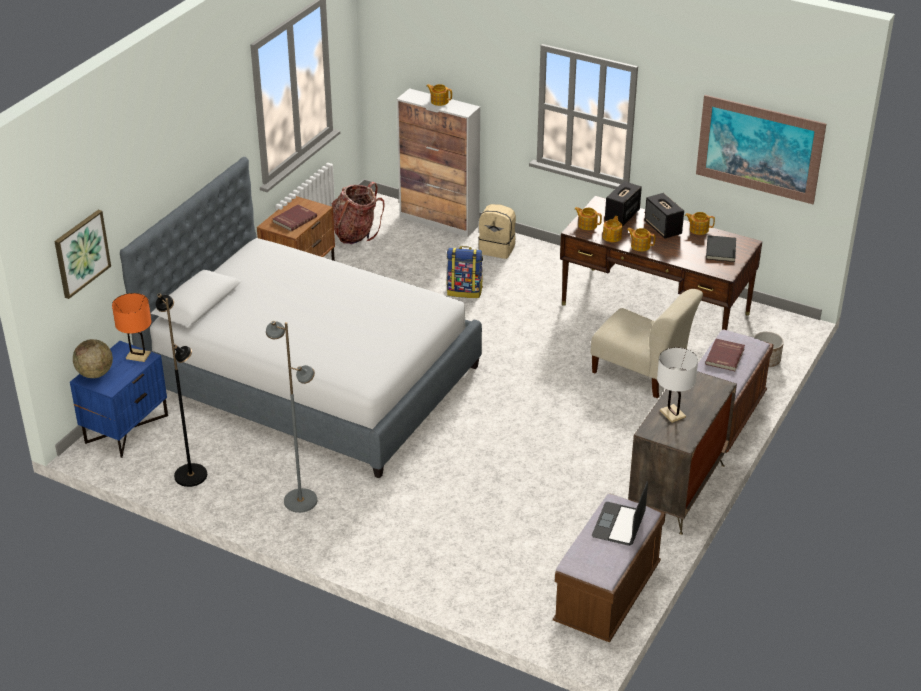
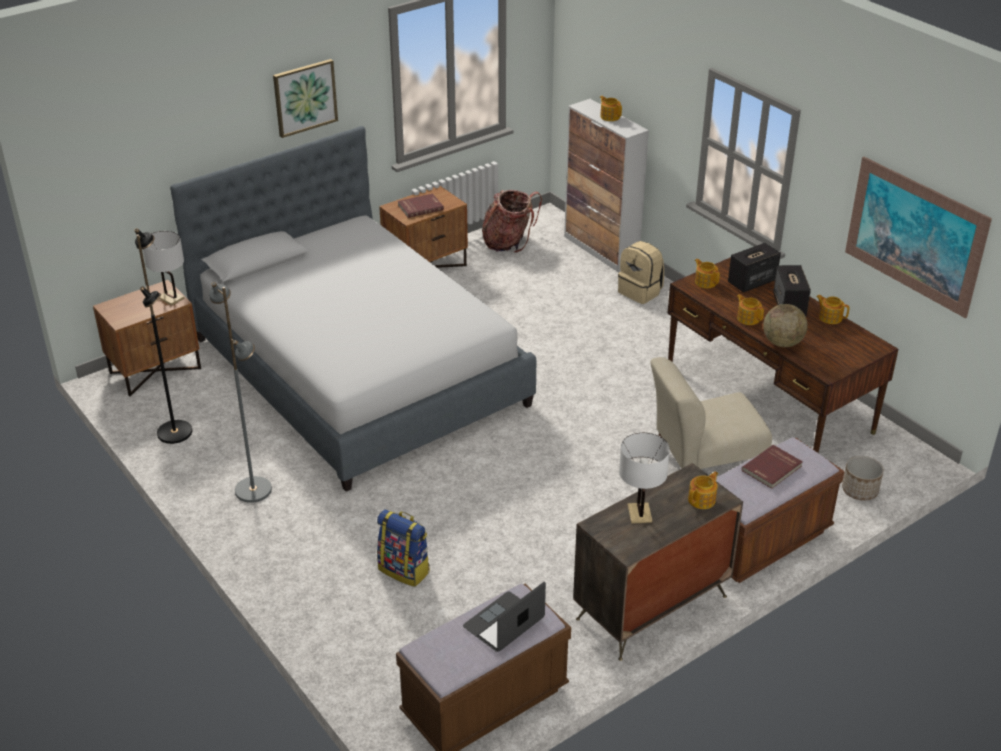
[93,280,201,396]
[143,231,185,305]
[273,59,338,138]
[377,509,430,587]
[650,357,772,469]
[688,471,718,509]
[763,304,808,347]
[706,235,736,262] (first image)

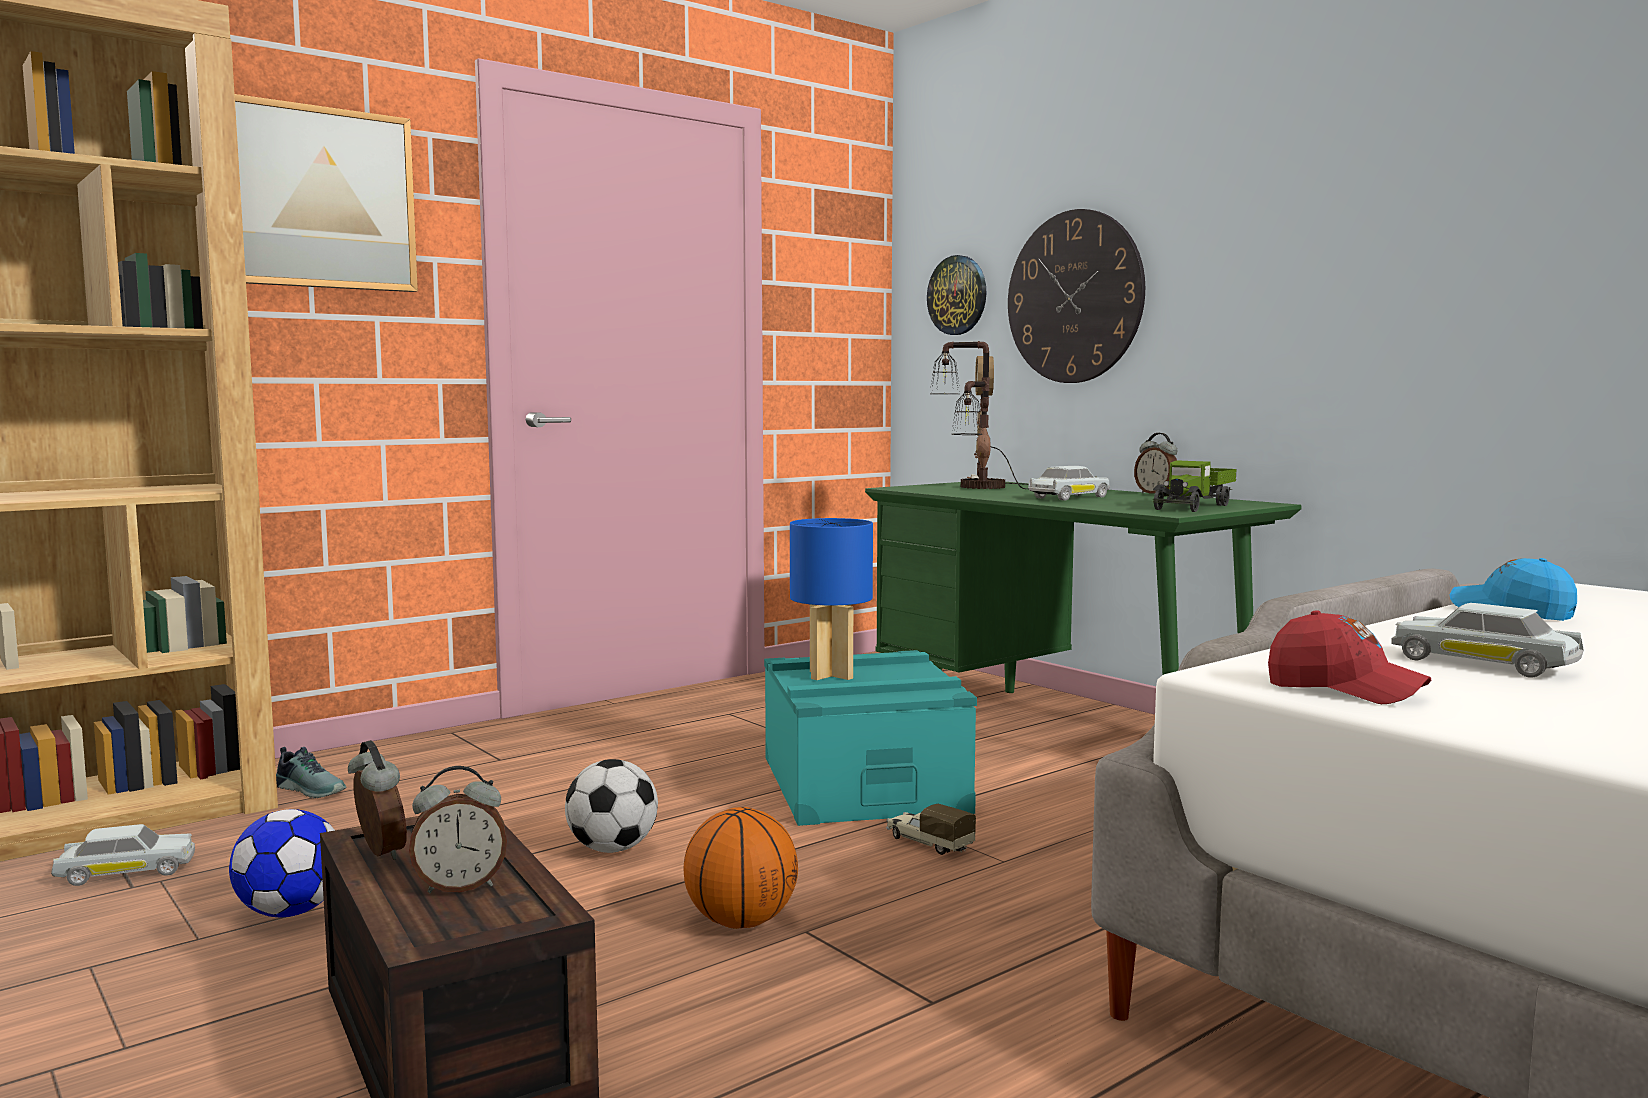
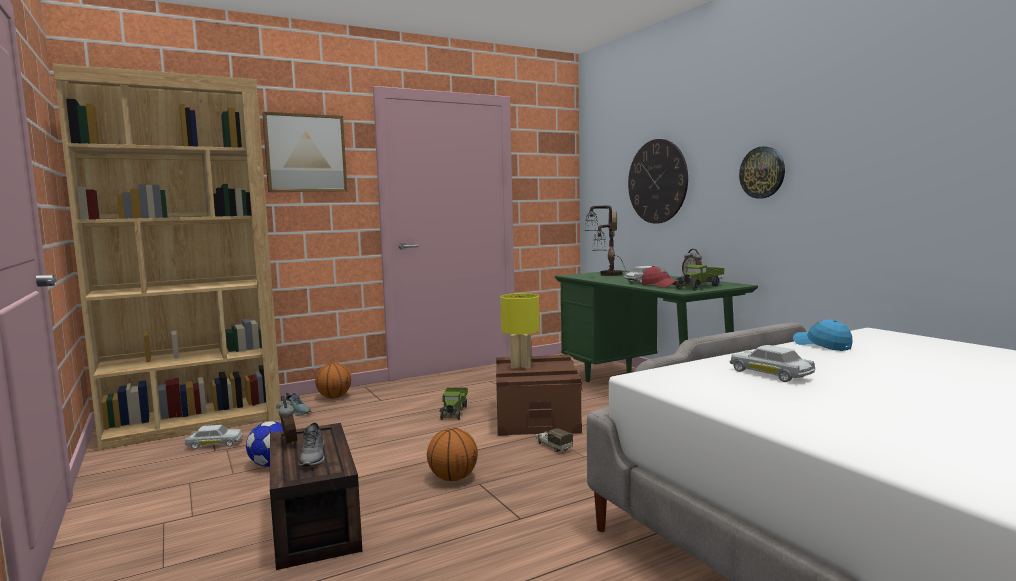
[298,423,325,467]
[315,363,351,399]
[439,388,468,420]
[496,354,583,436]
[500,293,540,369]
[642,266,677,288]
[739,146,785,199]
[565,759,658,853] (first image)

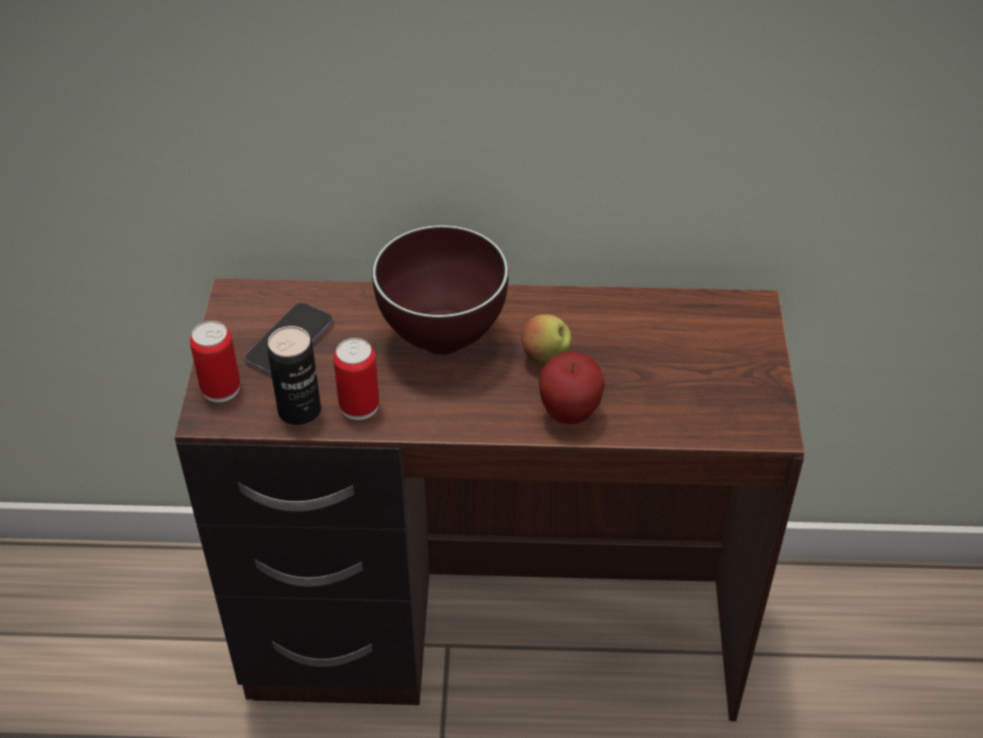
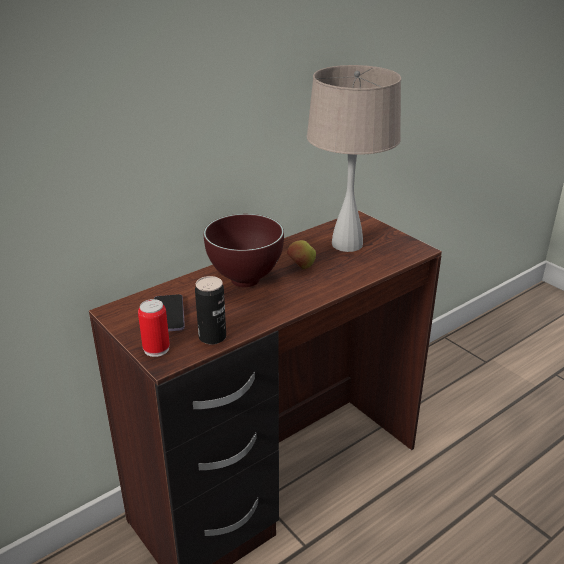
[307,65,401,252]
[333,338,379,420] (first image)
[538,352,605,424] (first image)

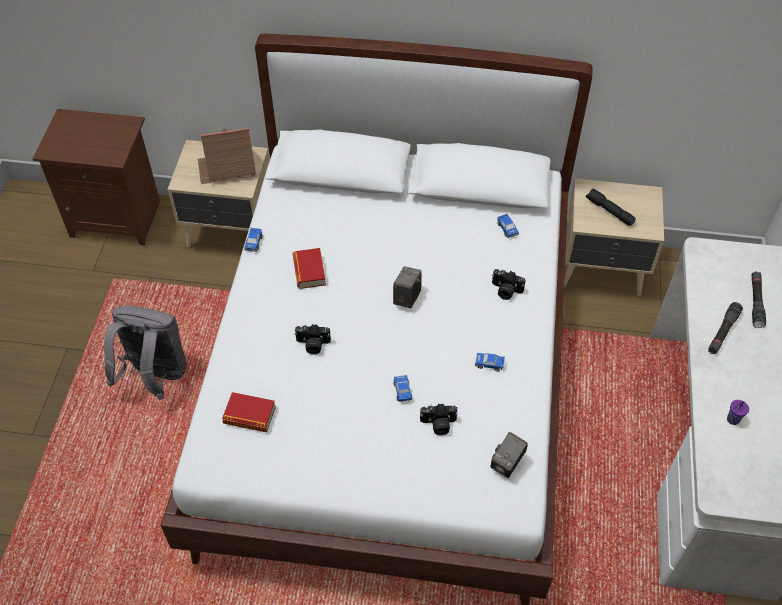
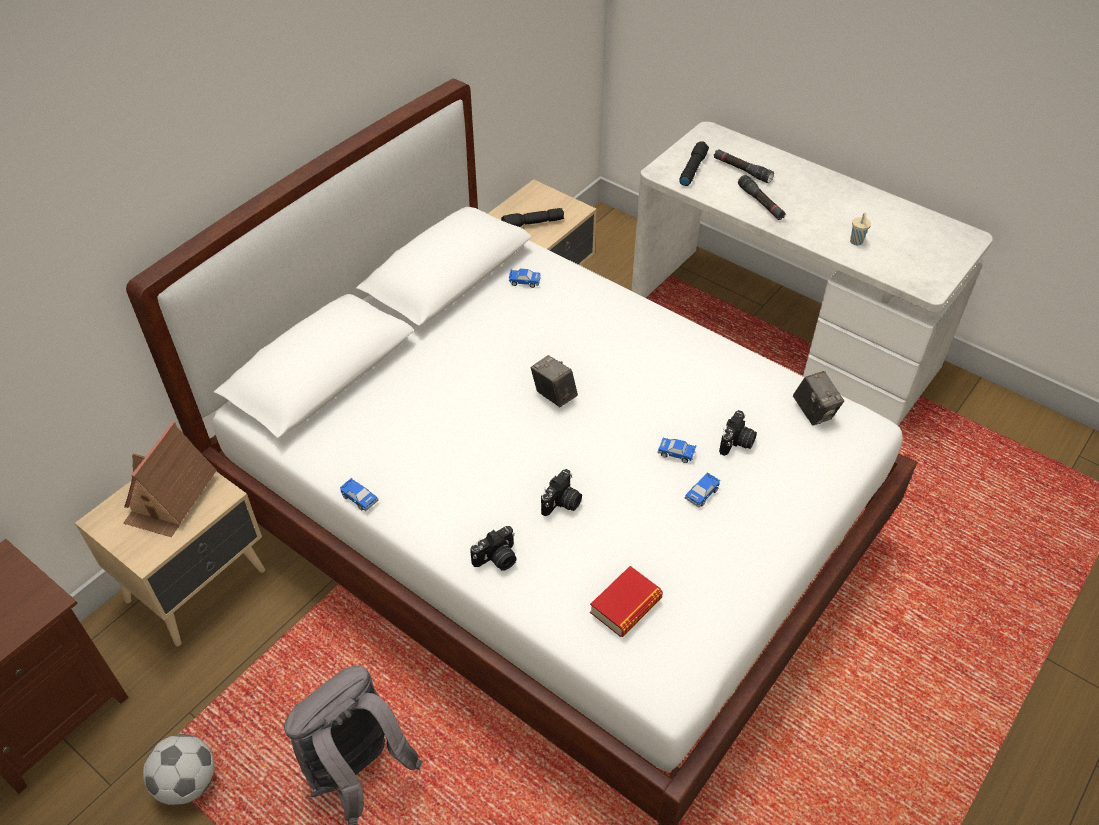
[143,734,214,805]
[470,526,517,571]
[680,141,709,186]
[685,472,720,507]
[850,213,871,246]
[293,248,326,289] (first image)

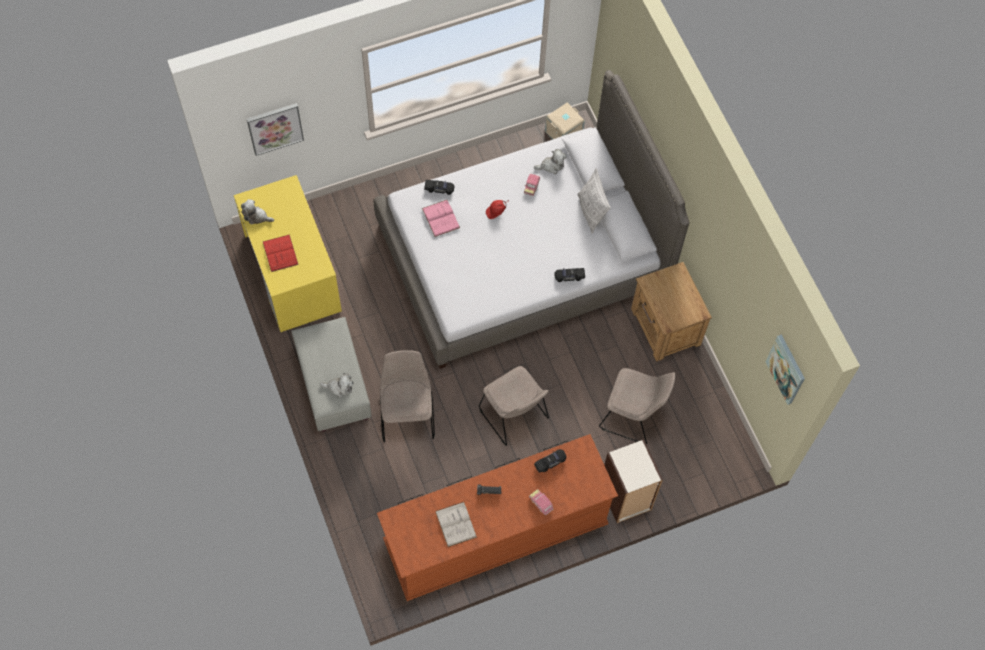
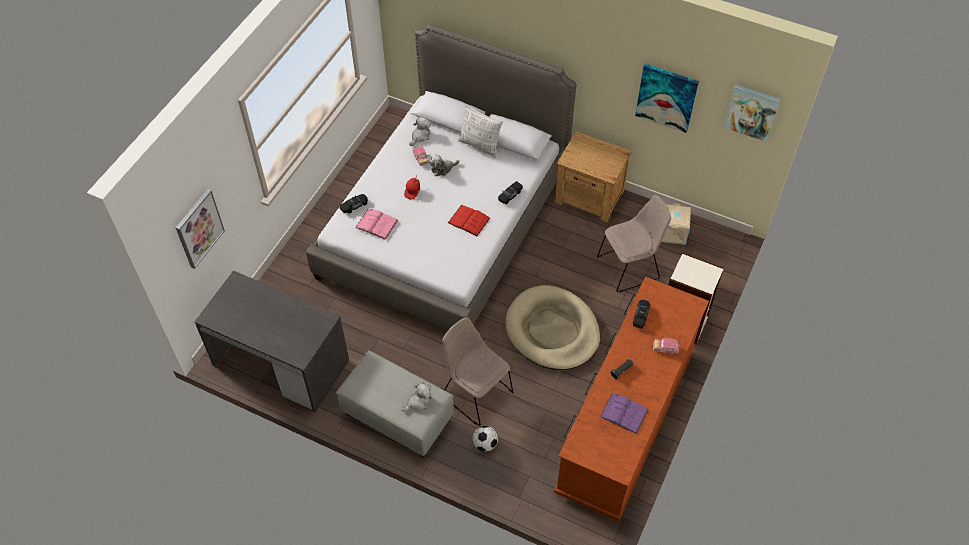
[194,271,349,412]
[430,154,459,176]
[448,205,490,236]
[473,426,498,452]
[505,285,600,370]
[600,393,649,434]
[635,64,699,133]
[662,203,691,245]

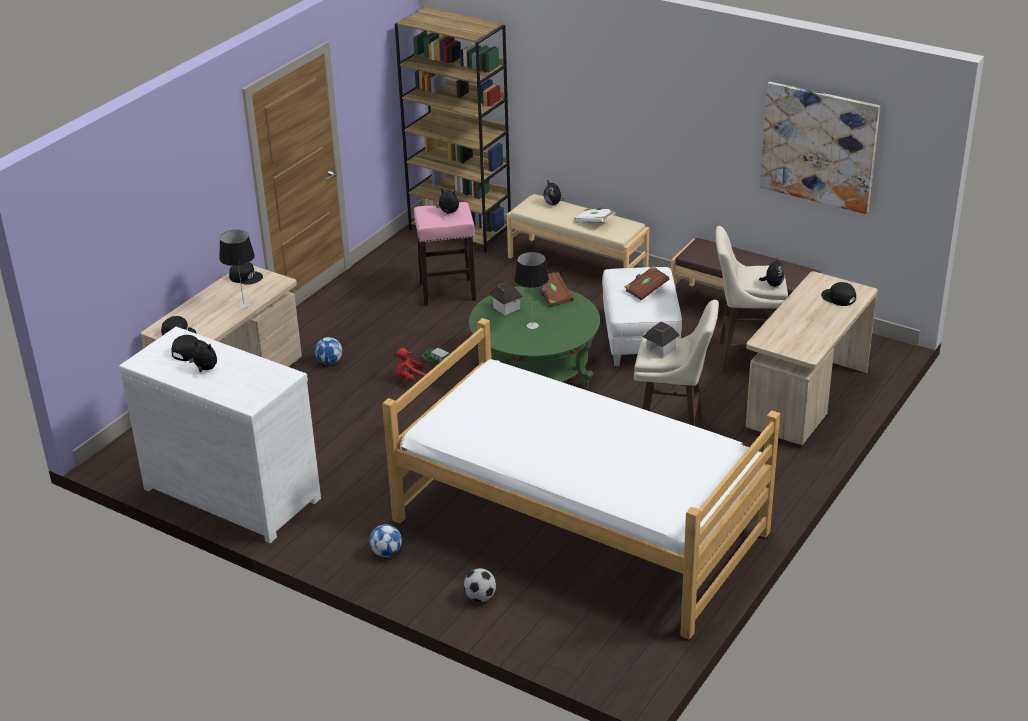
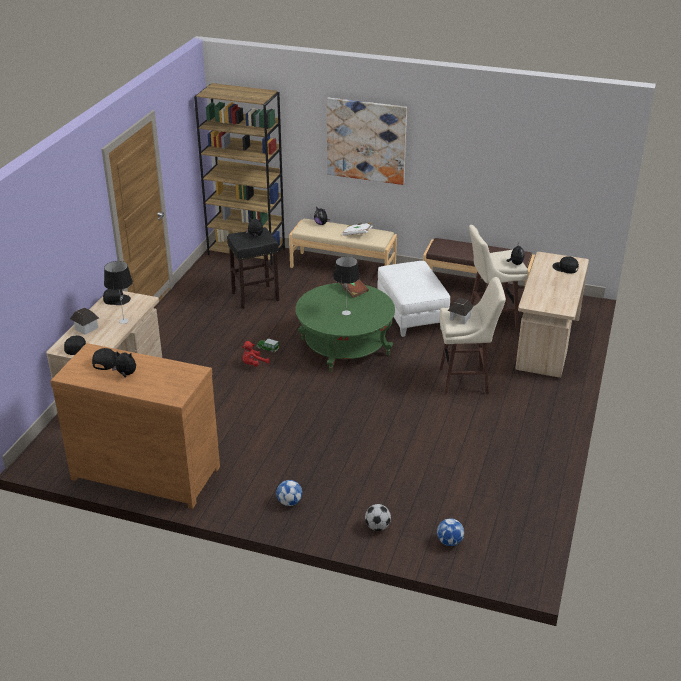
[50,343,220,509]
[70,308,99,335]
[227,227,279,309]
[327,98,407,185]
[437,519,464,546]
[382,318,780,640] (first image)
[625,266,669,300] (first image)

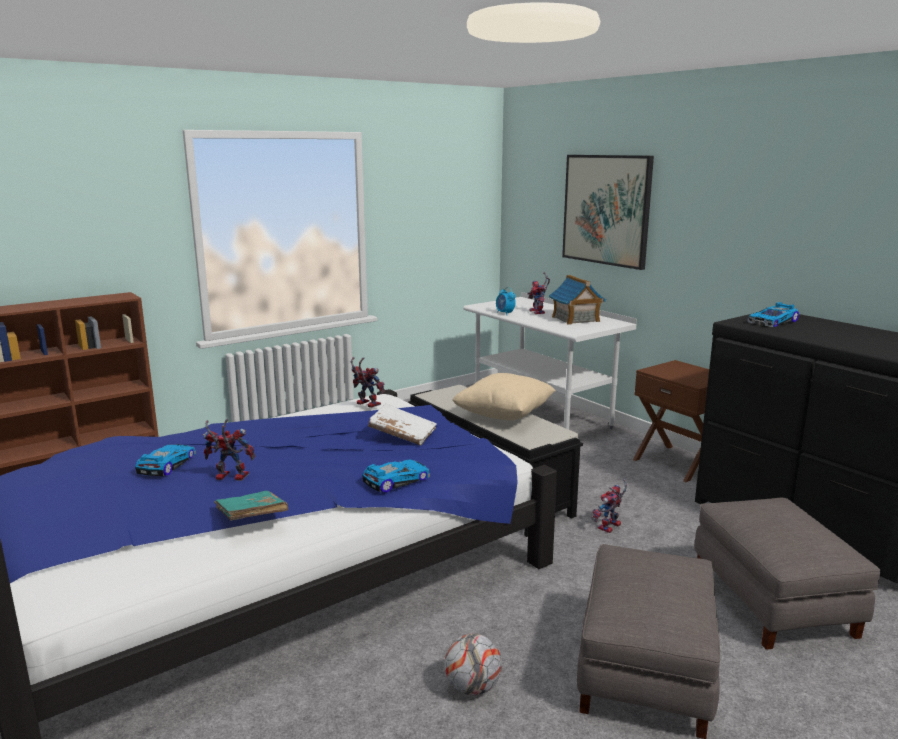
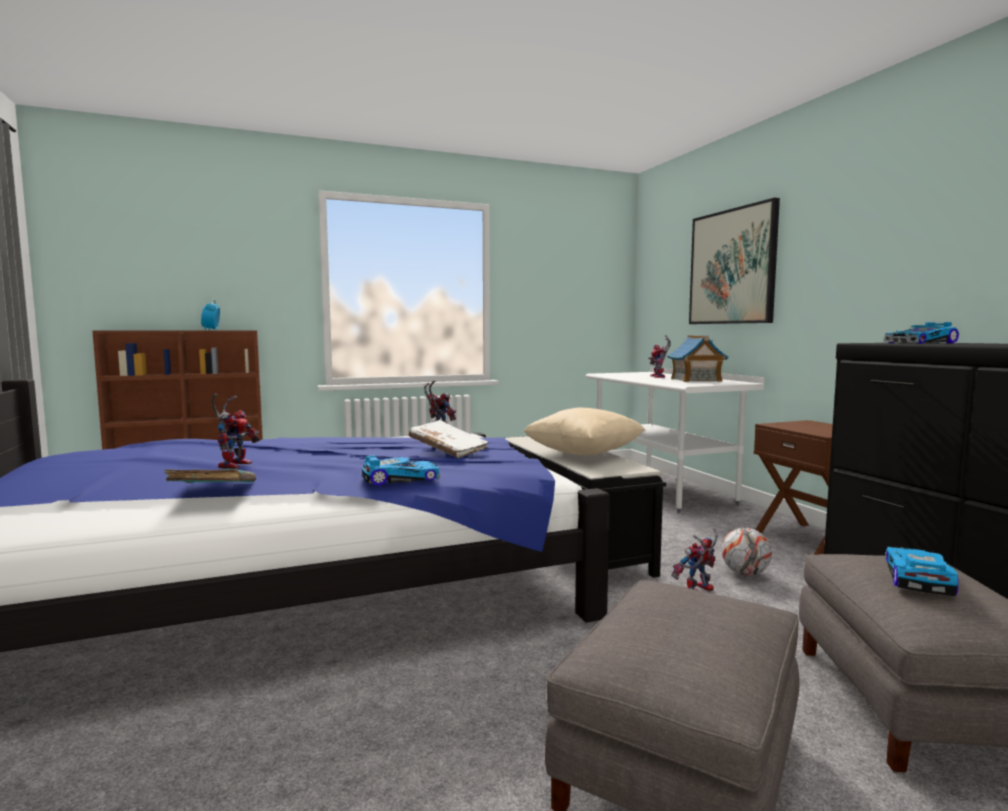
[201,299,220,330]
[211,394,260,469]
[721,528,772,576]
[885,547,958,596]

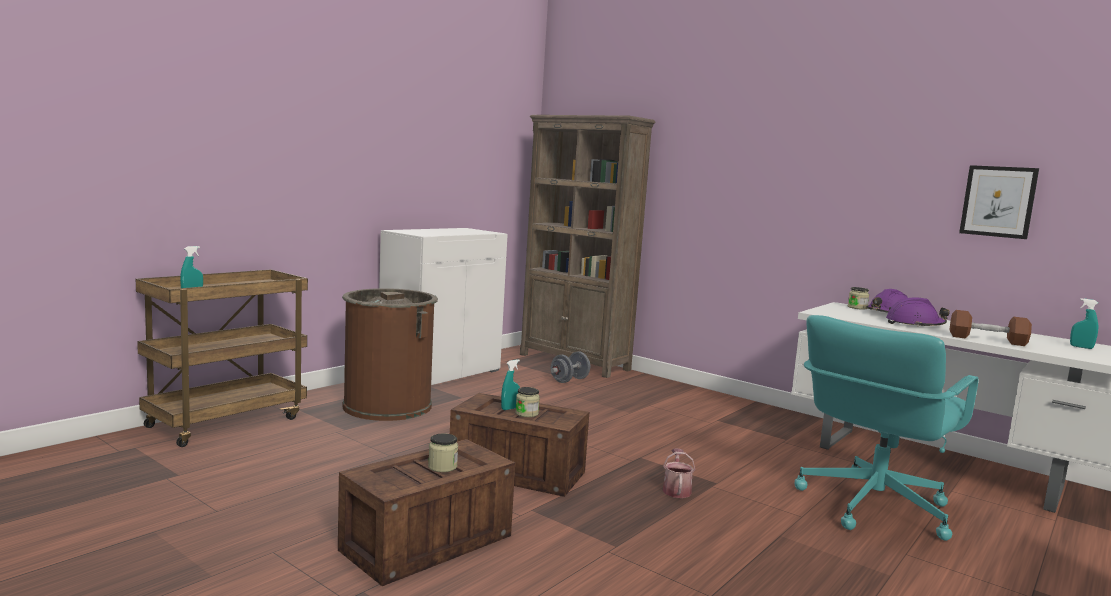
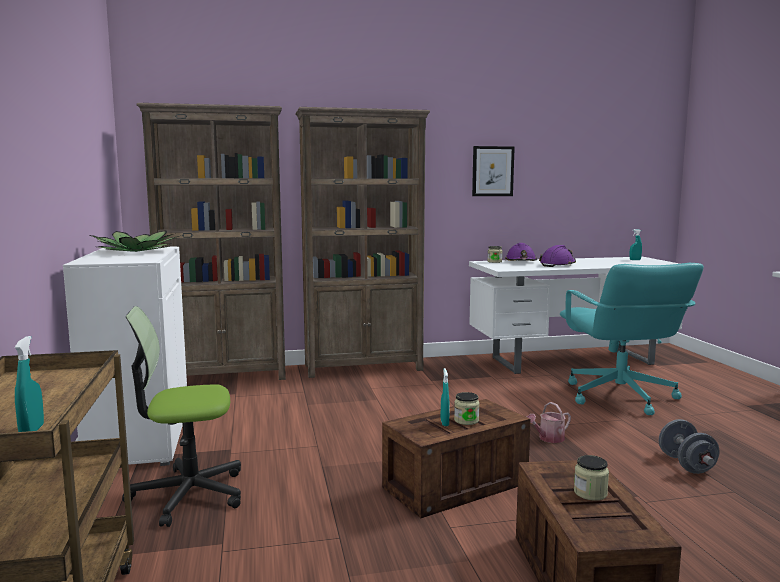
[90,230,179,252]
[122,306,241,527]
[295,107,430,378]
[472,146,515,196]
[527,402,571,443]
[659,419,719,474]
[949,310,1032,346] (first image)

